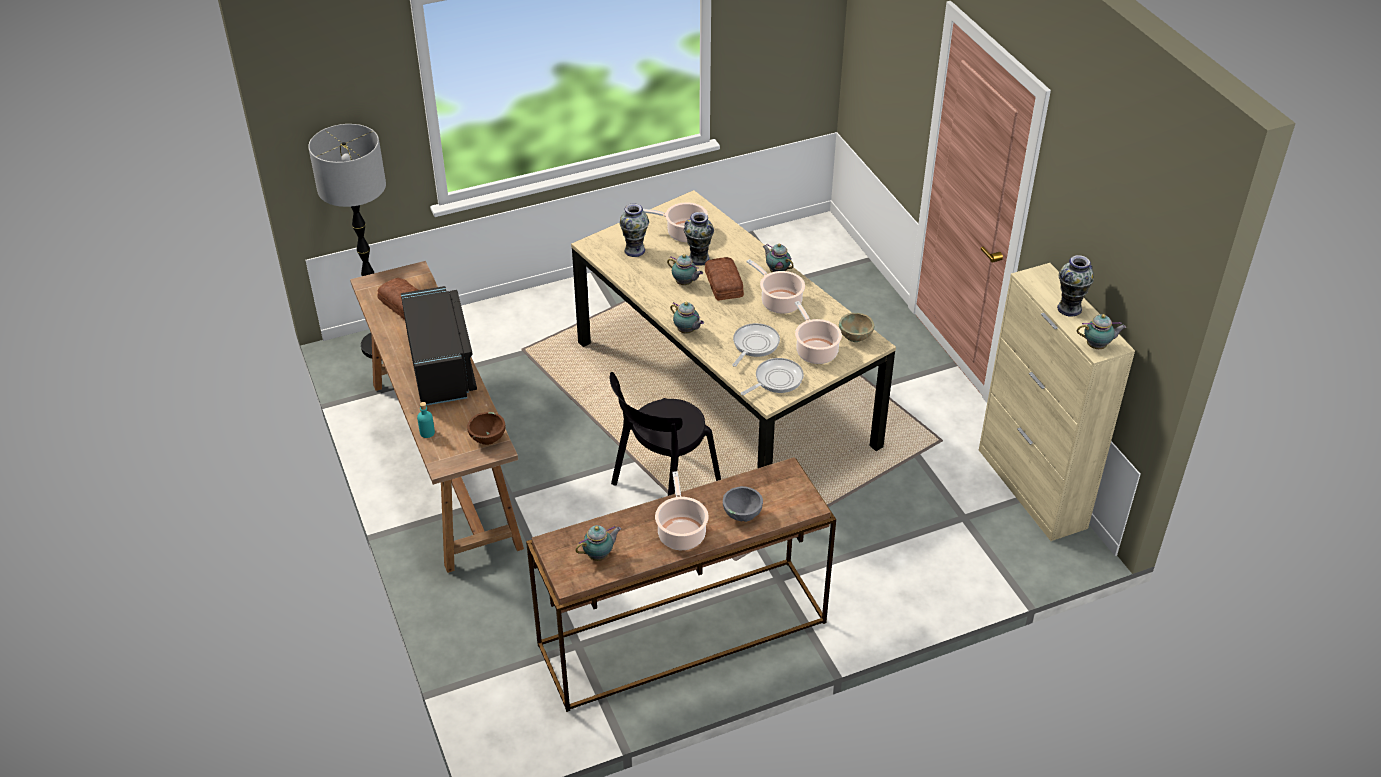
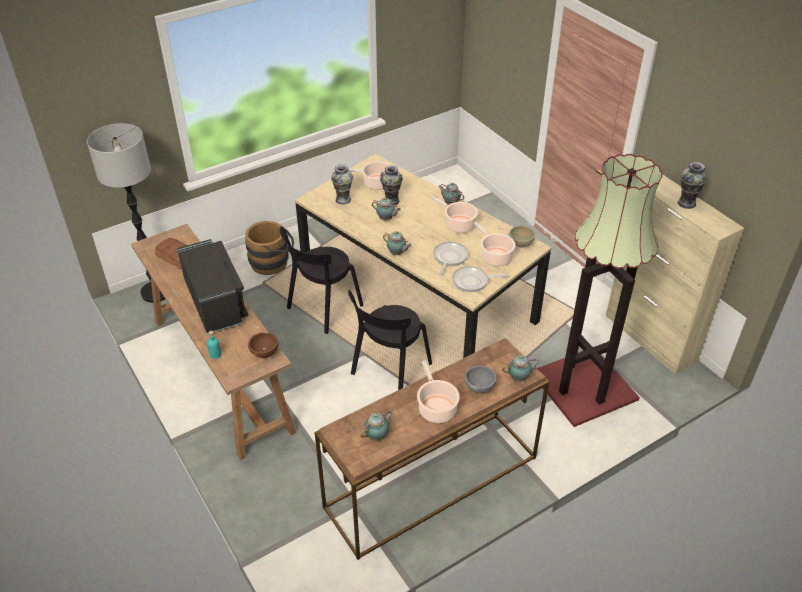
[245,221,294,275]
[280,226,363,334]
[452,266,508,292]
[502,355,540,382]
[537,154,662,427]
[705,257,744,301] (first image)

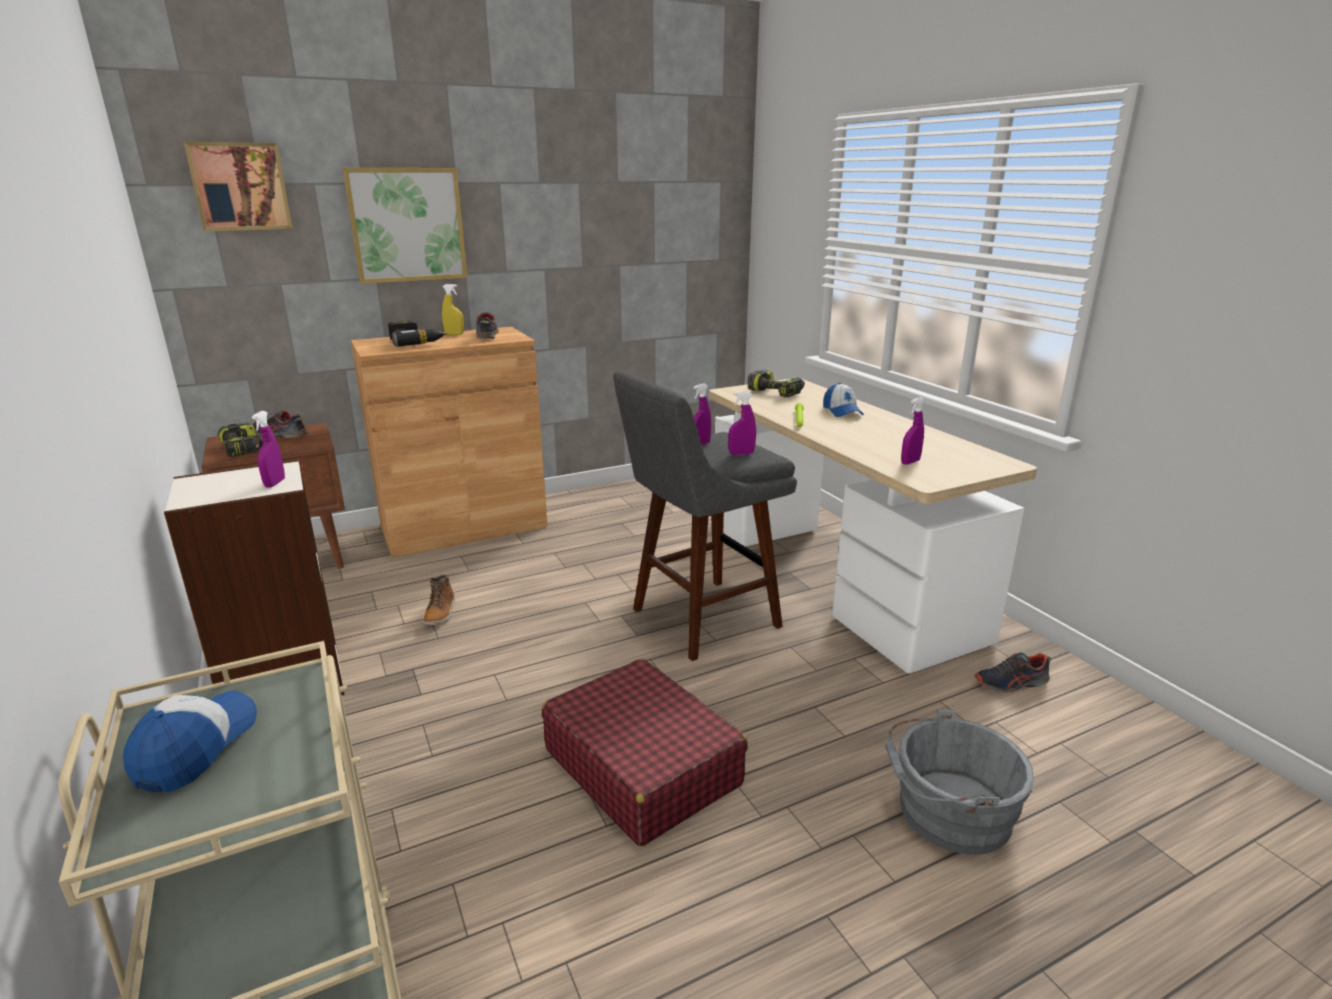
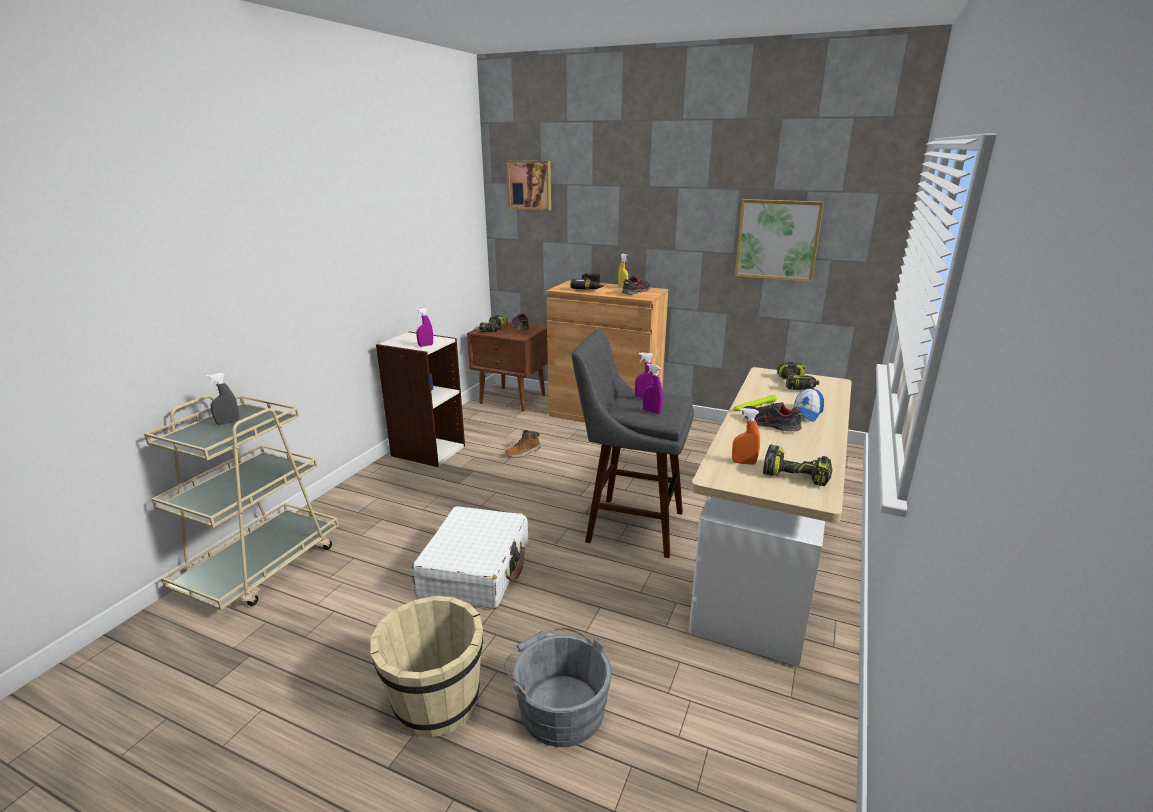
[206,373,239,425]
[370,596,483,738]
[412,506,528,609]
[732,408,760,465]
[735,199,824,282]
[742,402,802,431]
[763,445,832,486]

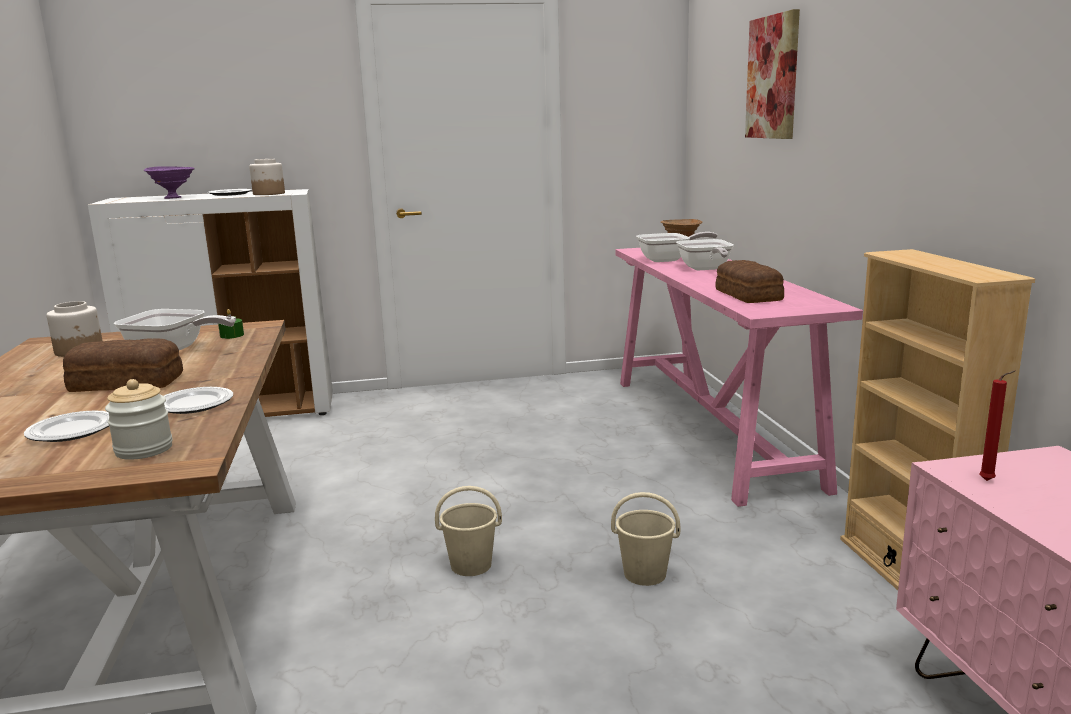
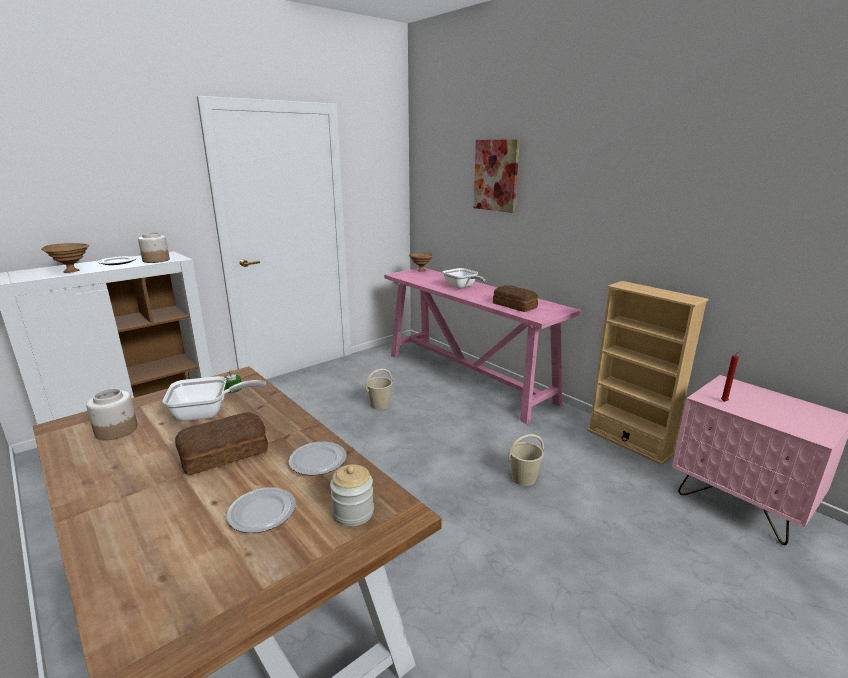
[41,243,90,273]
[366,369,393,410]
[636,232,718,262] (first image)

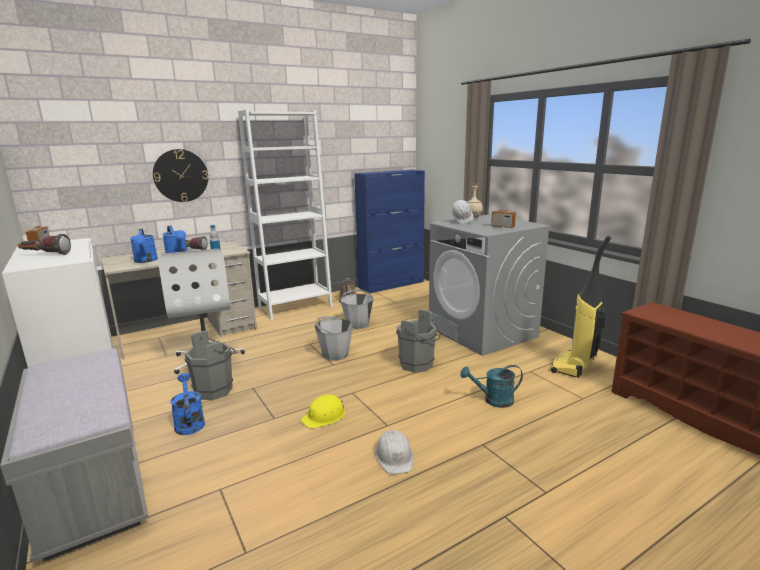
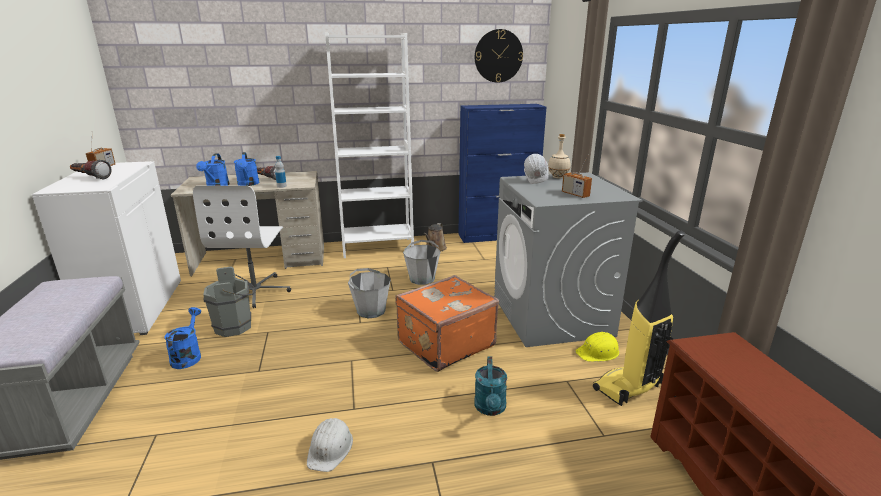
[395,275,499,372]
[474,356,507,416]
[475,29,523,83]
[575,332,619,362]

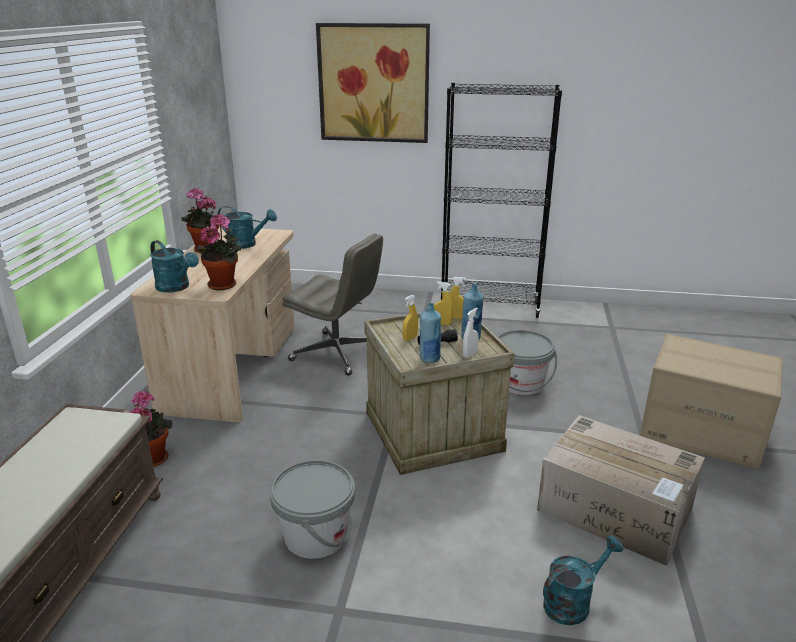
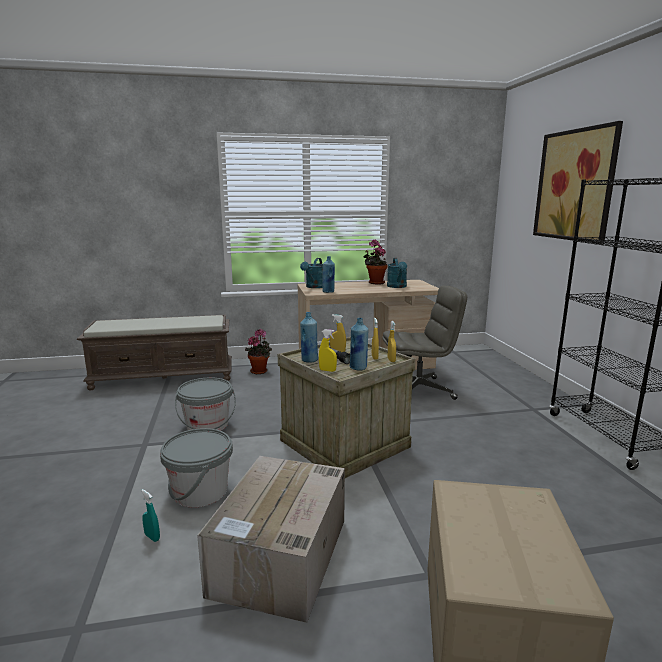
[141,489,160,542]
[160,428,233,507]
[319,329,337,372]
[322,256,335,293]
[382,286,467,400]

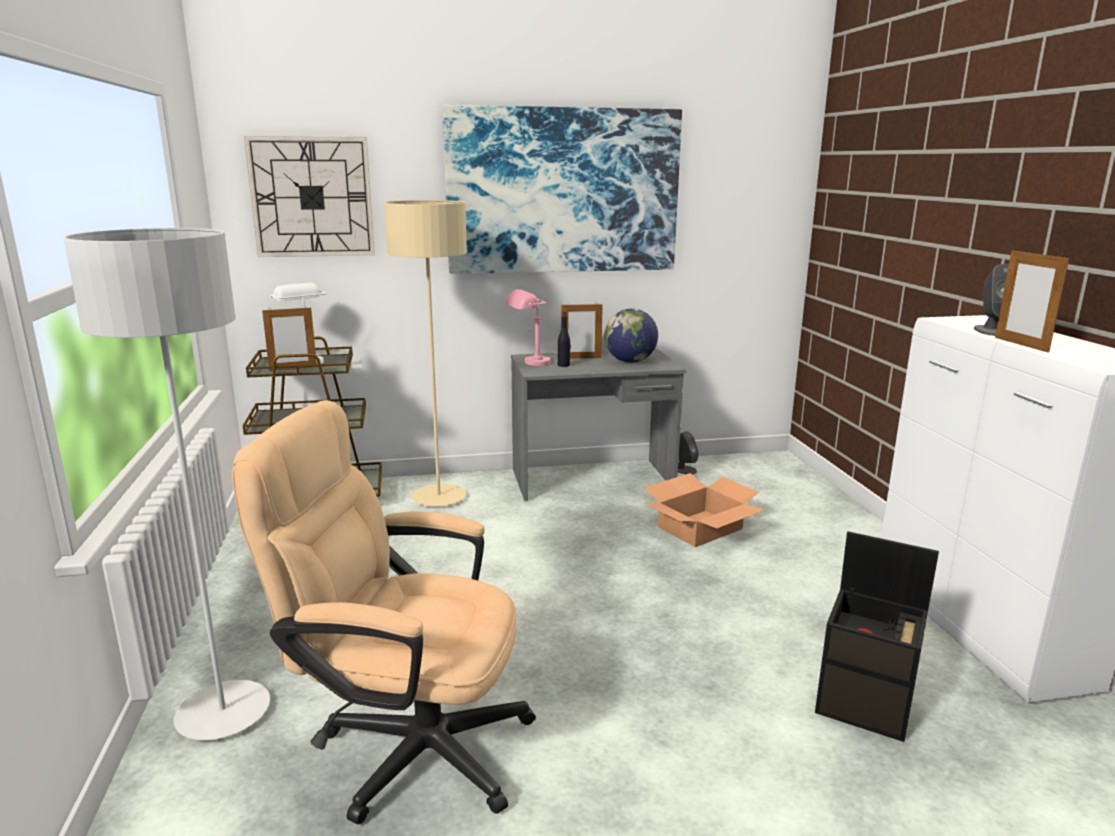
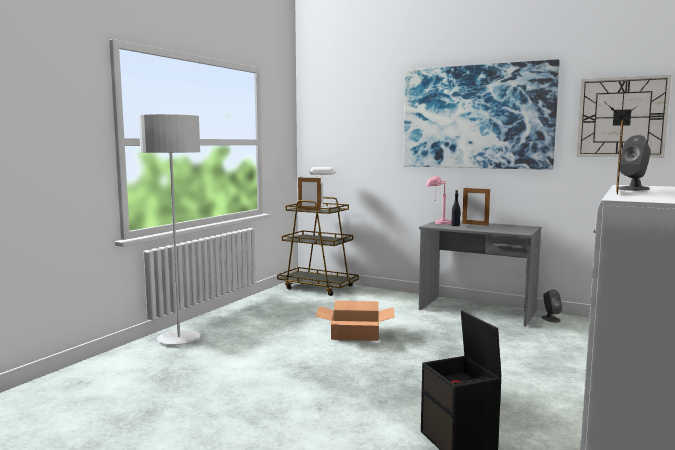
[316,301,395,341]
[577,75,671,158]
[232,400,536,825] (first image)
[384,200,467,506] (first image)
[604,308,658,363] (first image)

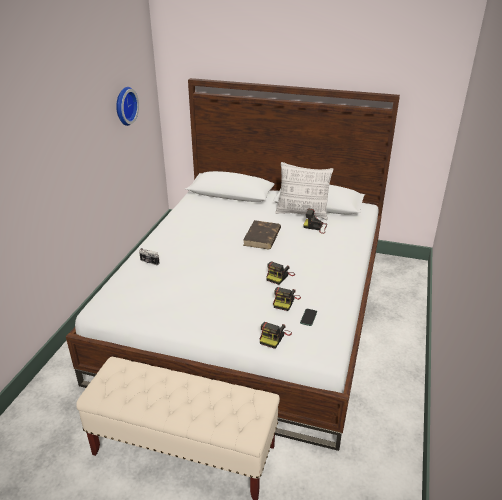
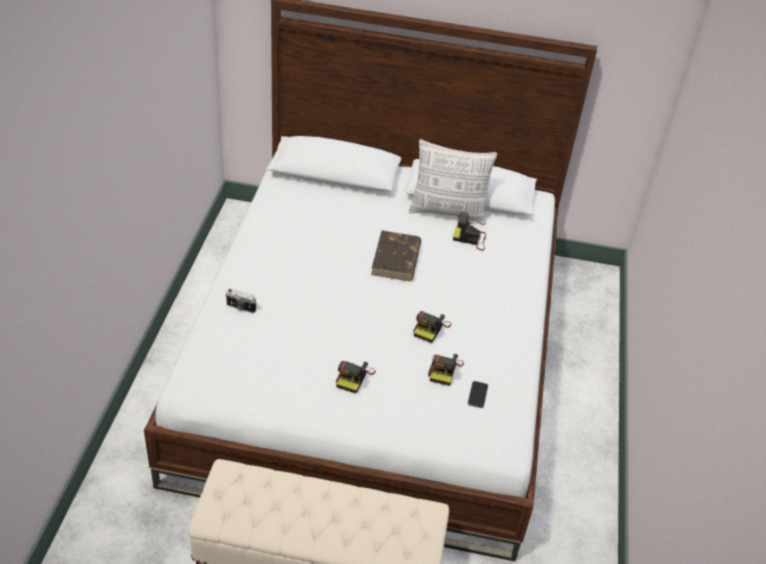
[336,361,375,393]
[116,87,139,126] (first image)

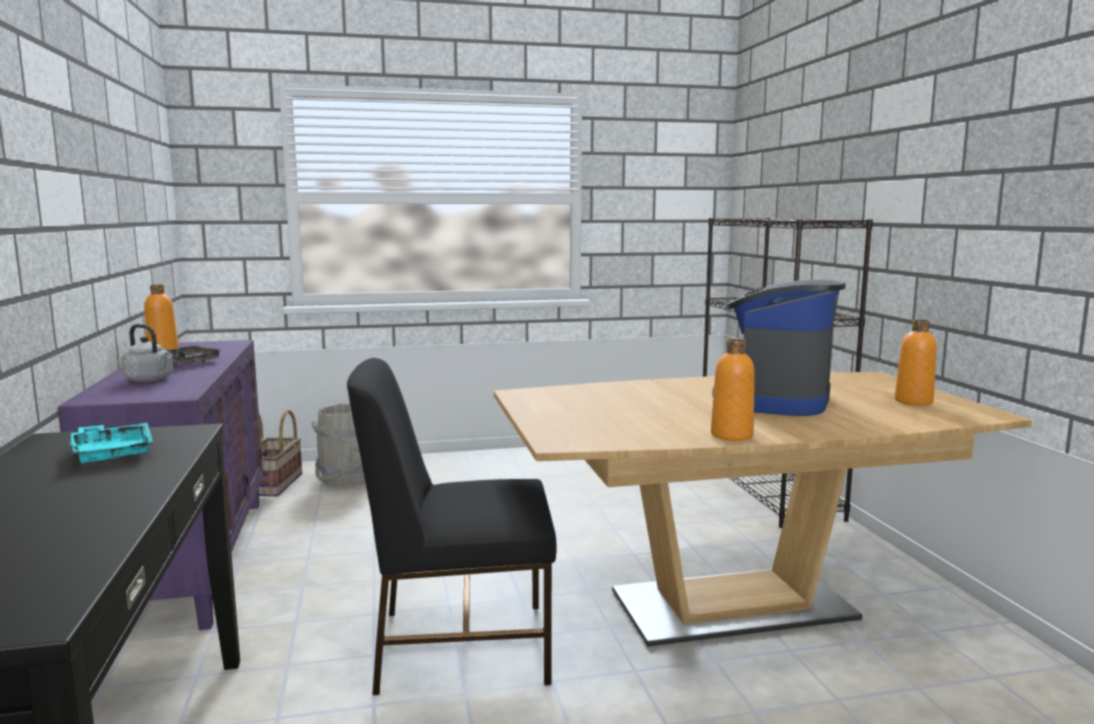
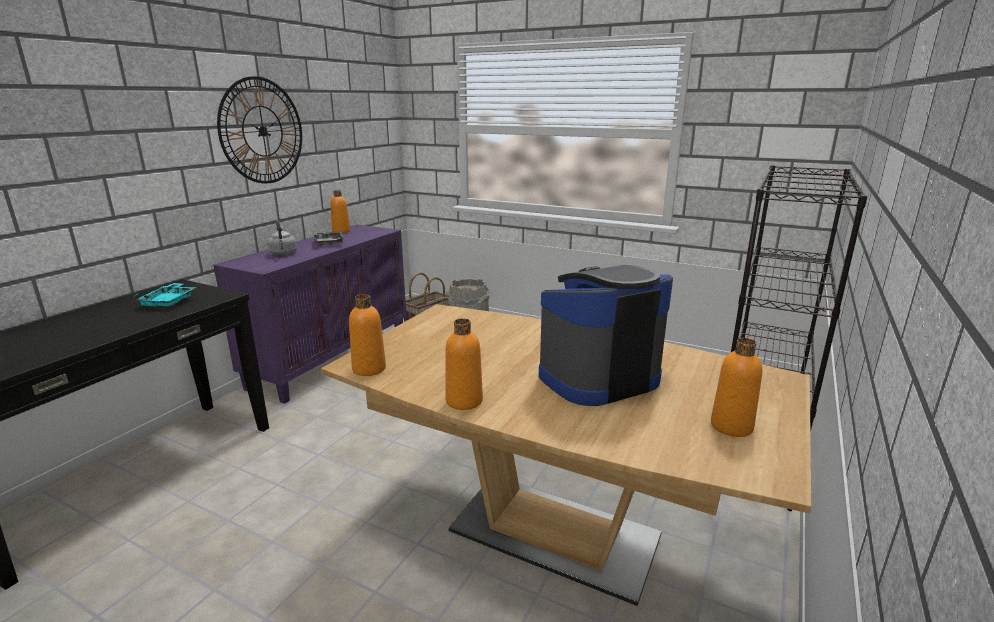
[217,76,302,184]
[349,294,386,376]
[347,358,557,695] (first image)

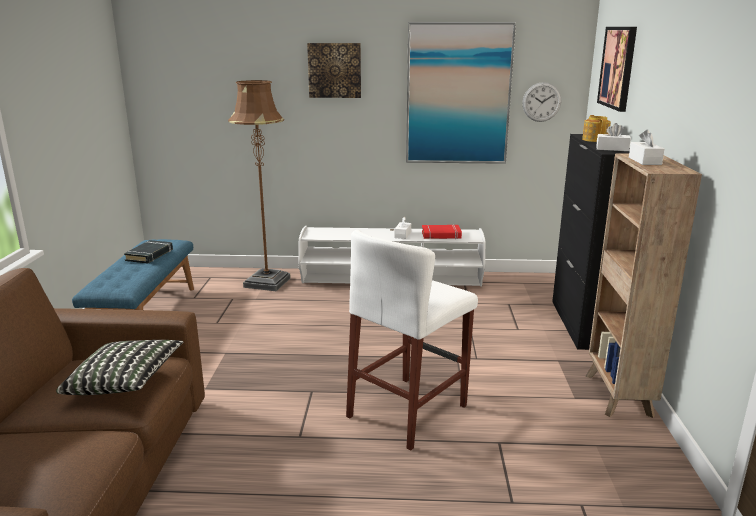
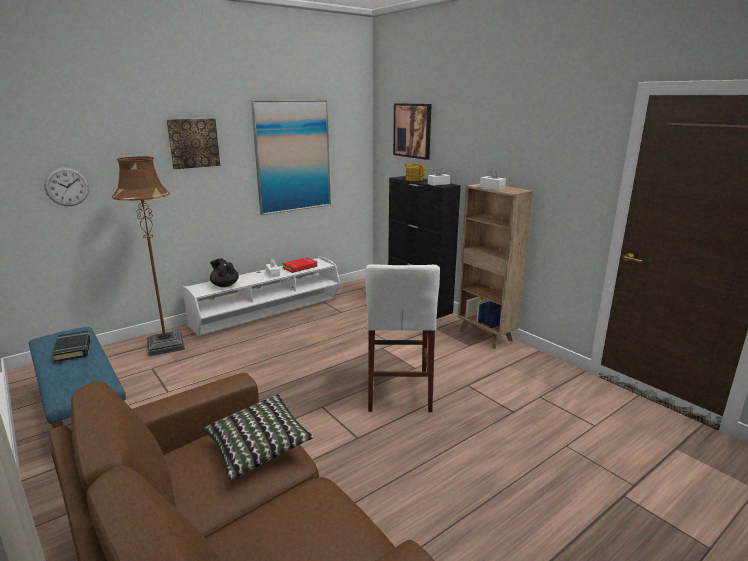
[44,167,89,206]
[210,258,239,287]

